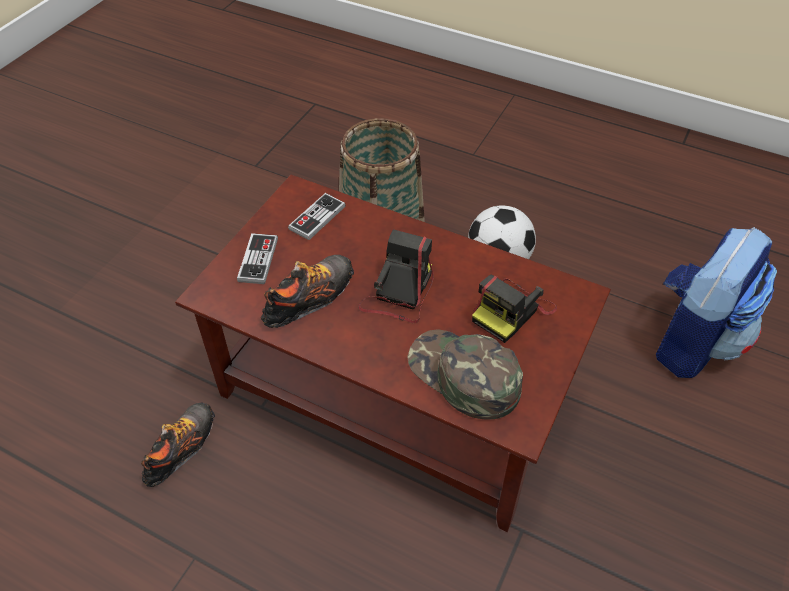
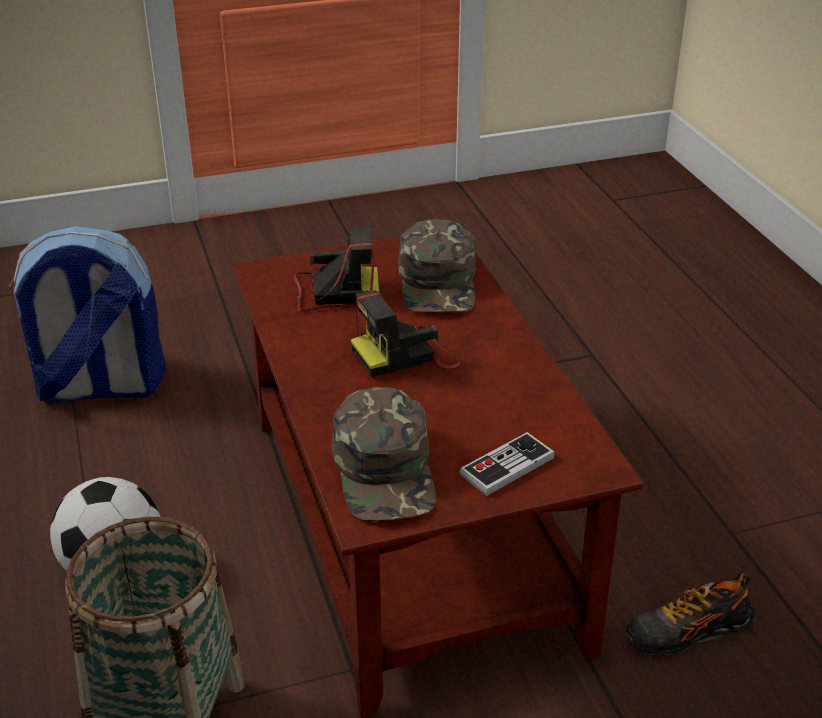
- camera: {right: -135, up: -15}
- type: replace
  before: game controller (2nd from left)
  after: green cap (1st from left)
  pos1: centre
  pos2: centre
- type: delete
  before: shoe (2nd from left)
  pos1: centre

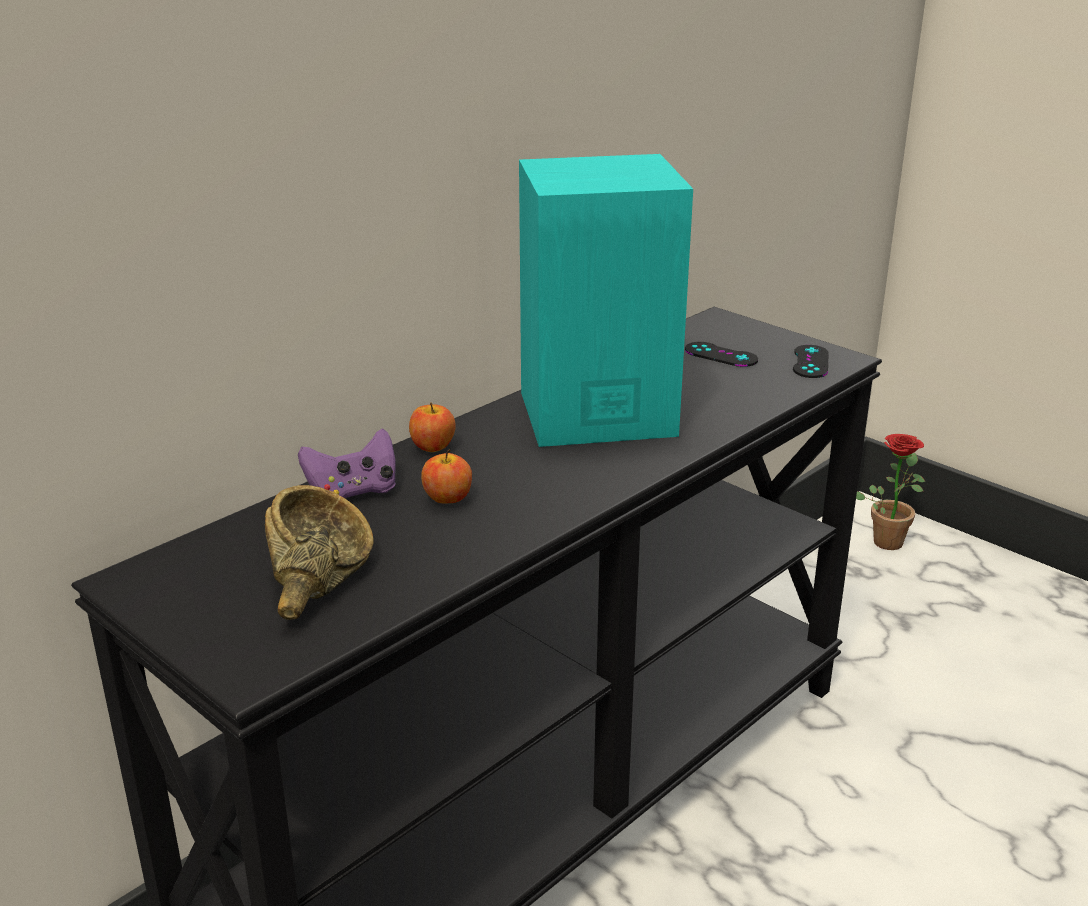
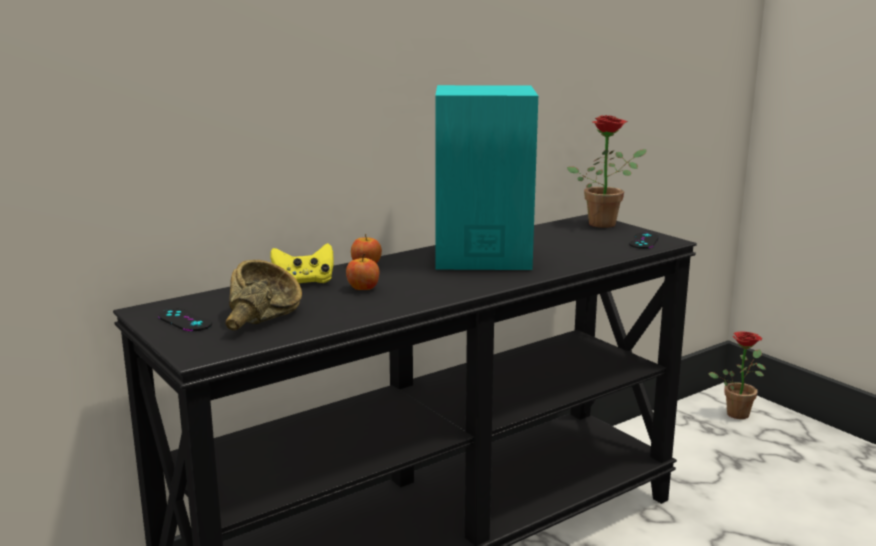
- camera: {right: 10, up: -10}
- type: move
  before: black game controller (1st from left)
  pos1: centre
  pos2: middle left
- type: recolor
  before: purple game controller
  after: yellow game controller
  pos1: middle left
  pos2: centre
- type: insert
  after: potted plant (1st from left)
  pos2: top right

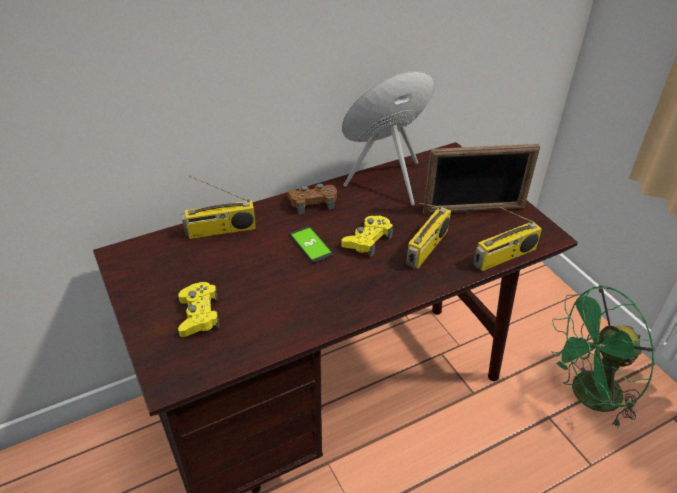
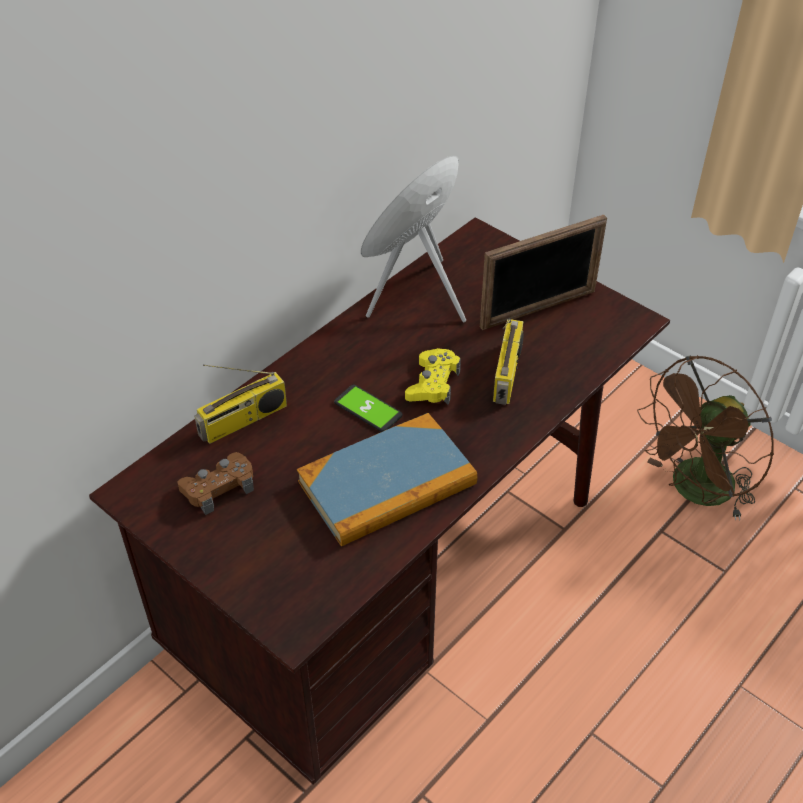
- camera: {right: -20, up: 5}
- type: move
  before: brown game controller
  pos1: centre
  pos2: middle left
- type: insert
  after: book
  pos2: centre
- type: recolor
  before: green fan
  after: brown fan
  pos1: bottom right
  pos2: middle right
- type: delete
  before: yellow game controller (1st from left)
  pos1: middle left
- type: delete
  before: radio (3rd from left)
  pos1: middle right

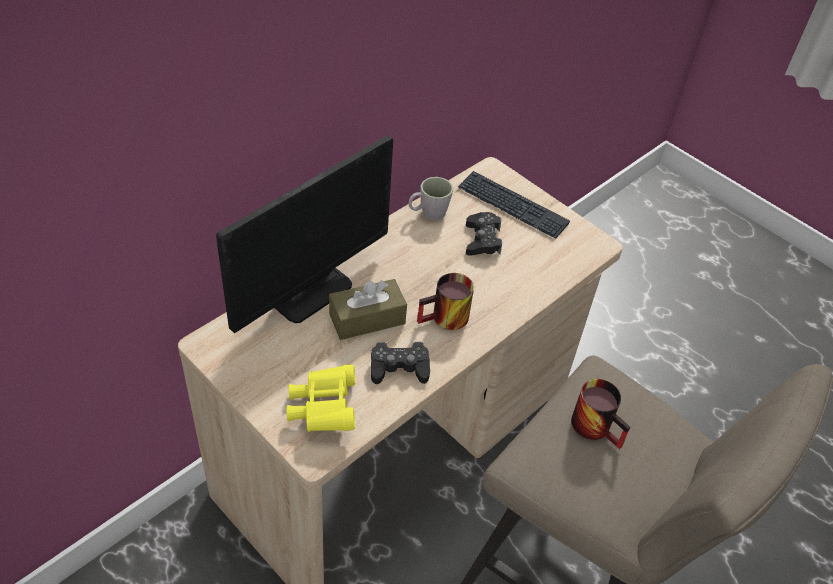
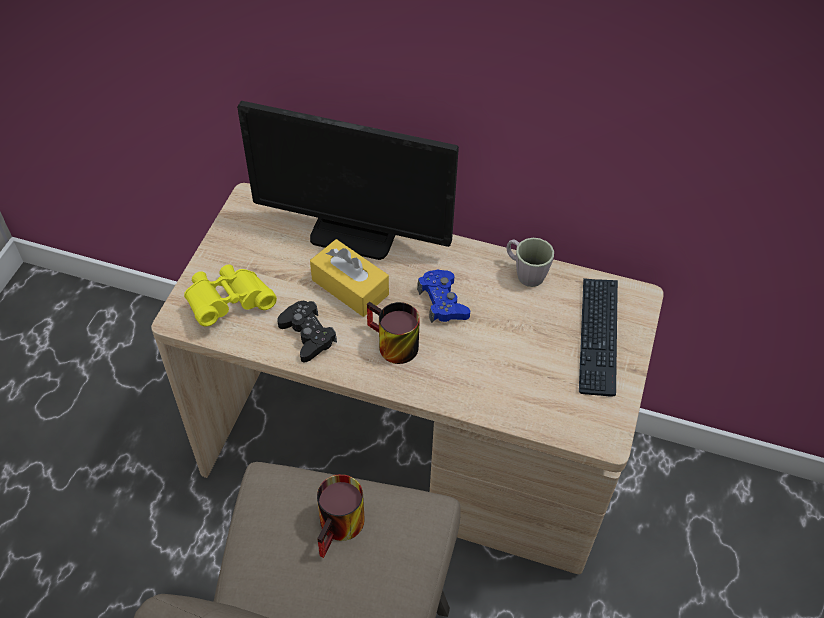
- camera: {right: 65, up: 5}
- type: recolor
  before: brown tissue box
  after: yellow tissue box
  pos1: centre
  pos2: centre
- type: insert
  after: blue game controller
  pos2: centre
- type: delete
  before: black game controller (2nd from left)
  pos1: centre

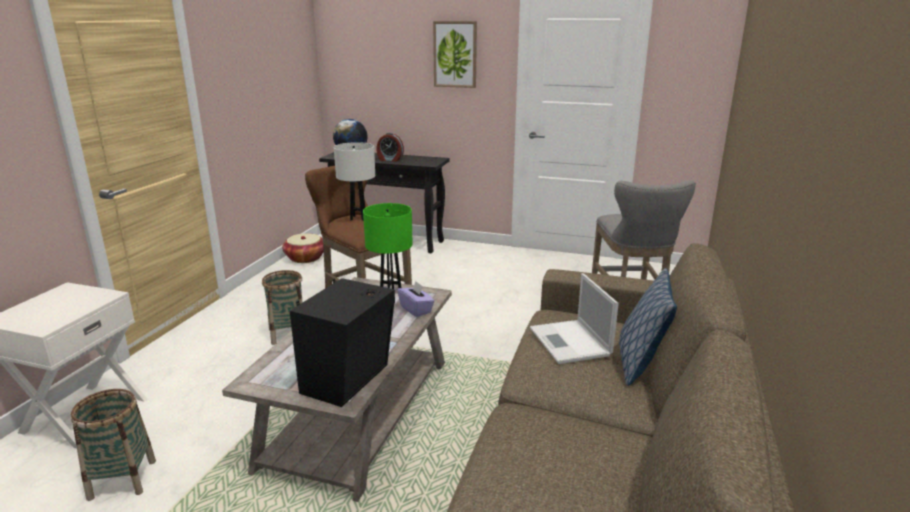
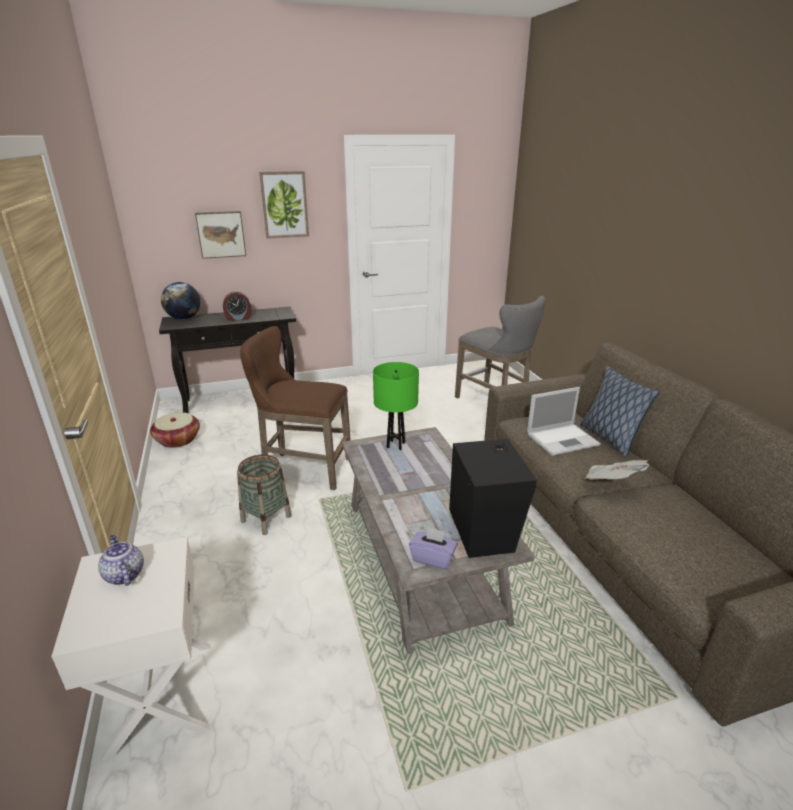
- camera: {right: -35, up: 5}
- type: insert
  after: teapot
  pos2: bottom left
- type: insert
  after: picture (1st from left)
  pos2: top left
- type: move
  before: purple tissue box
  pos1: centre
  pos2: bottom centre
- type: rotate
  before: laptop
  pos1: centre
  pos2: middle right
  turn: -60
- type: insert
  after: newspaper
  pos2: middle right
- type: delete
  before: basket (1st from left)
  pos1: bottom left
- type: delete
  before: white table lamp
  pos1: centre

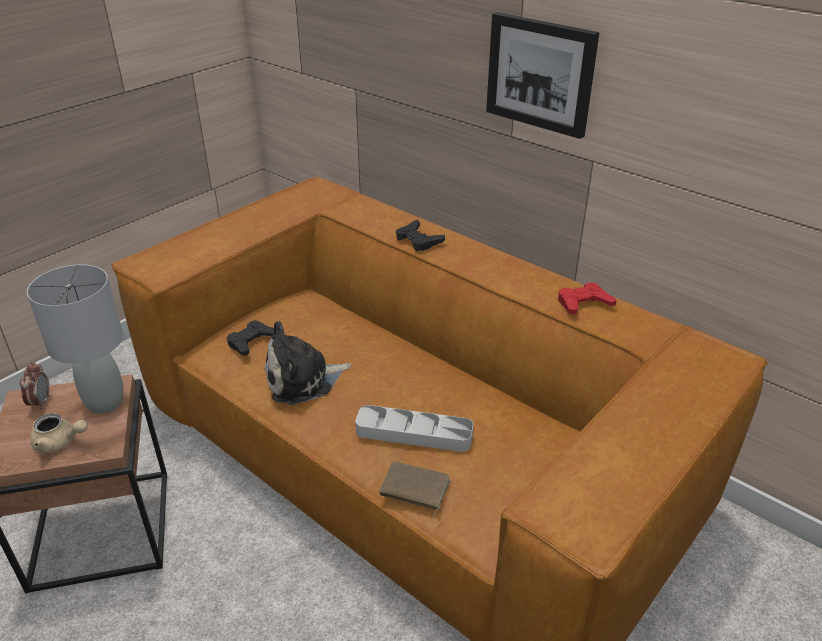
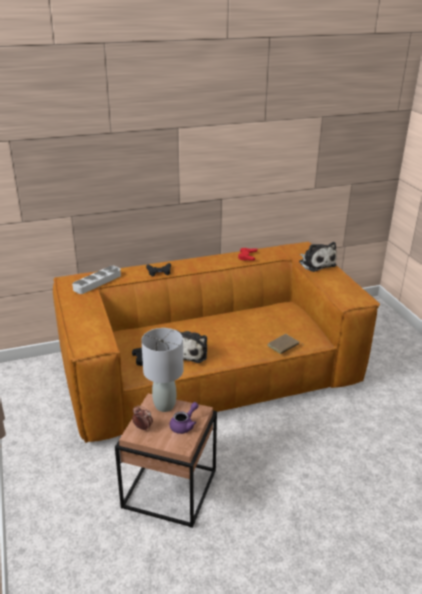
- camera: {right: -60, up: -5}
- type: move
  before: grey tray
  pos1: bottom centre
  pos2: middle left
- type: recolor
  before: beige teapot
  after: purple teapot
  pos1: bottom left
  pos2: bottom centre
- type: insert
  after: plush toy (2nd from left)
  pos2: middle right
- type: delete
  before: picture
  pos1: top centre

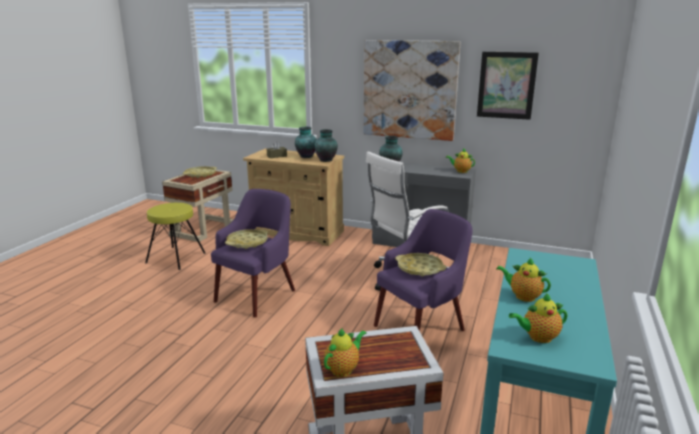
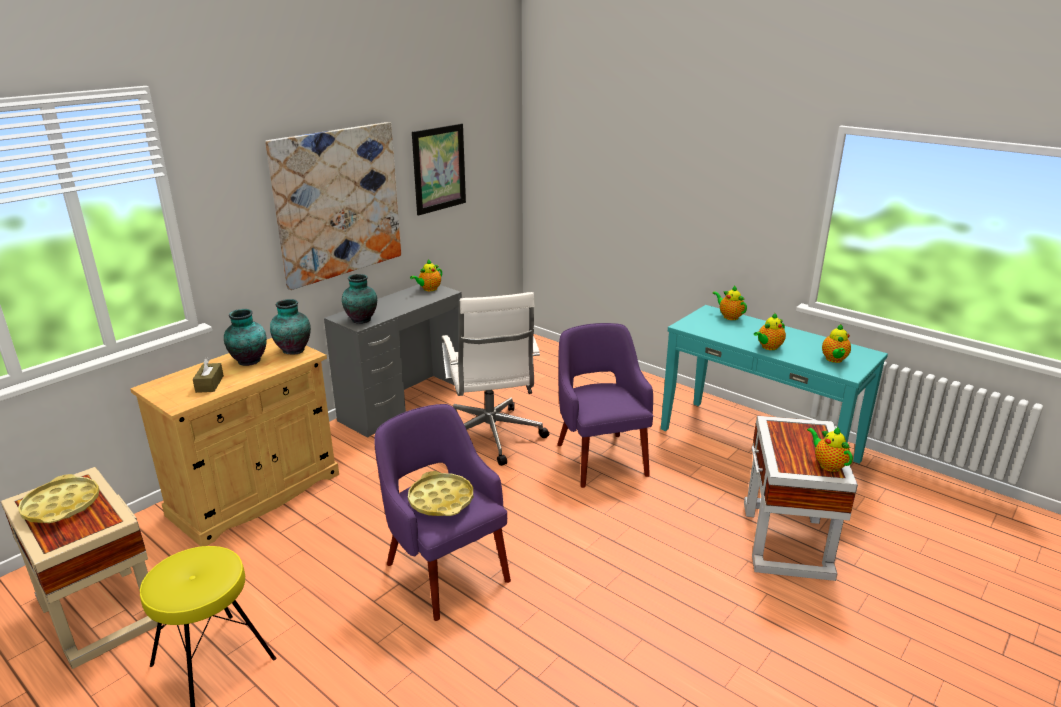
- camera: {right: -70, up: 5}
- type: insert
  after: teapot (2nd from left)
  pos2: middle right
- type: delete
  before: yellow tray (3rd from left)
  pos1: centre

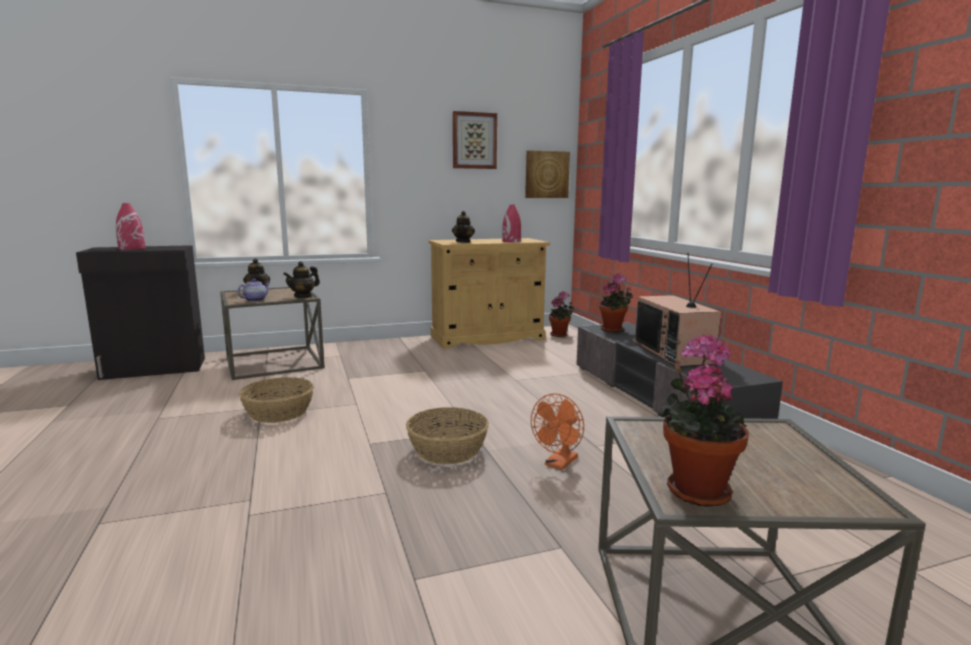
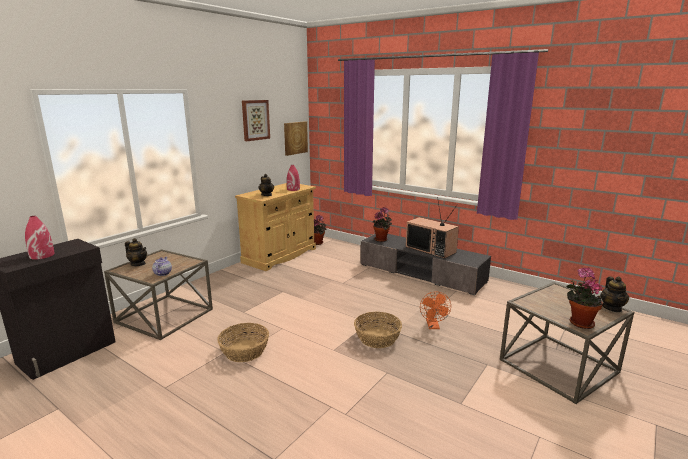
- camera: {right: -35, up: 5}
- type: move
  before: teapot (3rd from left in the first image)
  after: teapot (4th from left)
  pos1: middle left
  pos2: middle right

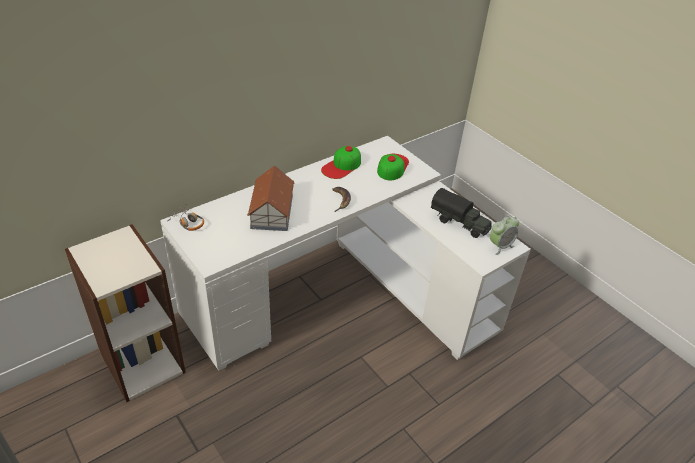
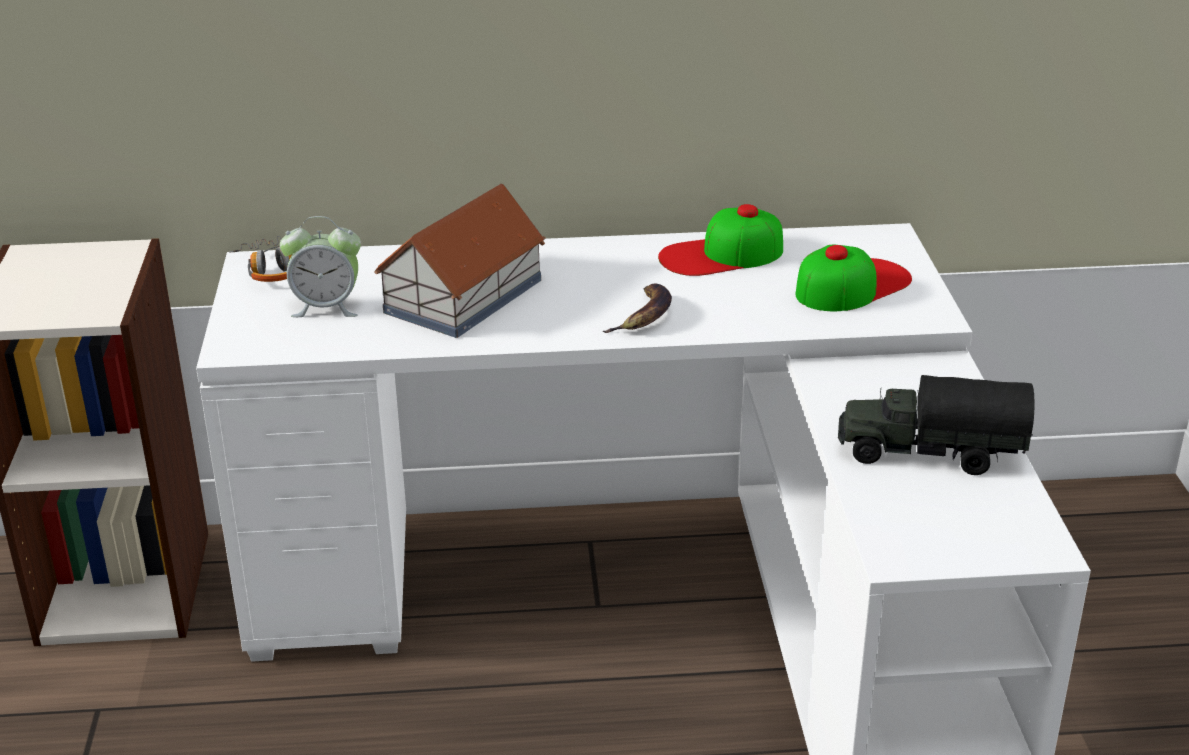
- camera: {right: 35, up: -10}
- type: move
  before: alarm clock
  pos1: middle right
  pos2: middle left
- type: rotate
  before: toy truck
  pos1: centre
  pos2: middle right
  turn: 120

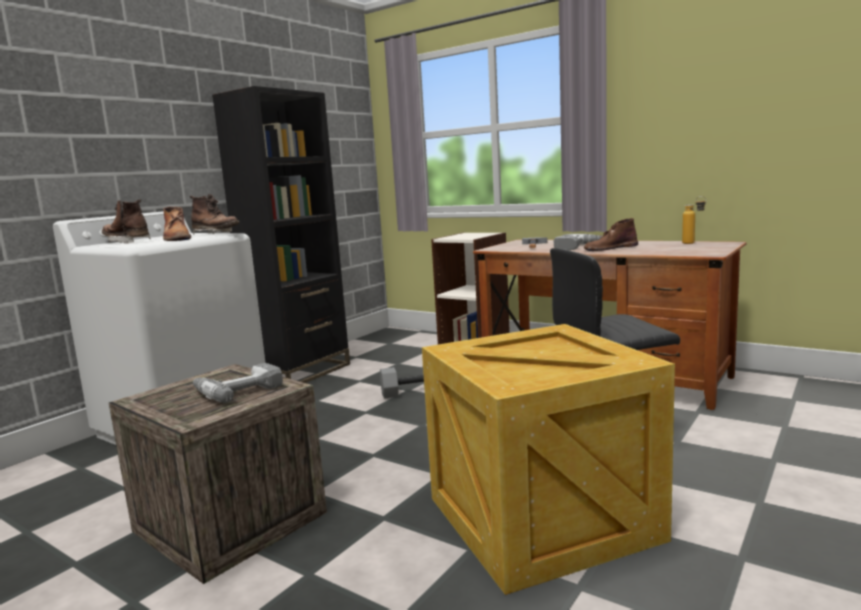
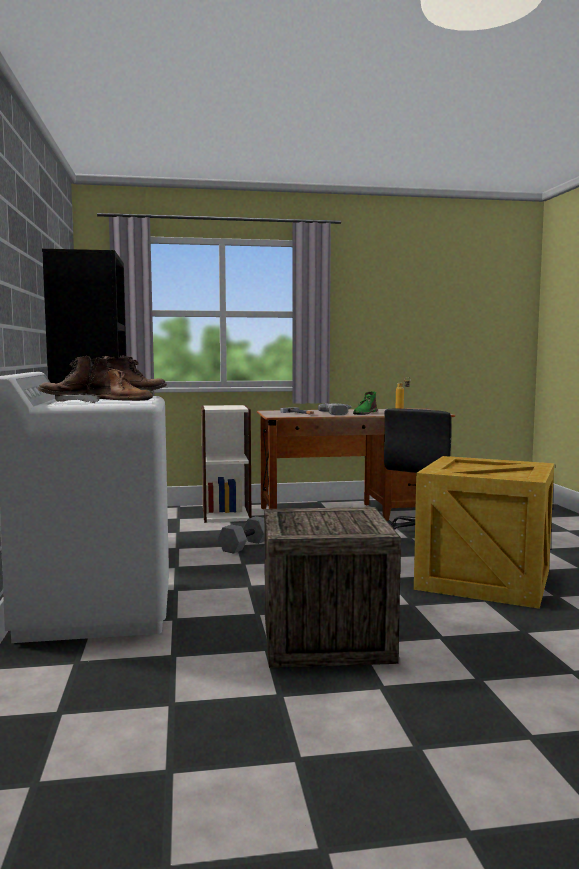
- camera: {right: -45, up: -5}
- type: recolor
  before: brown boot (4th from left)
  after: green boot
  pos1: middle right
  pos2: centre
- type: delete
  before: power drill (1st from left)
  pos1: middle left

